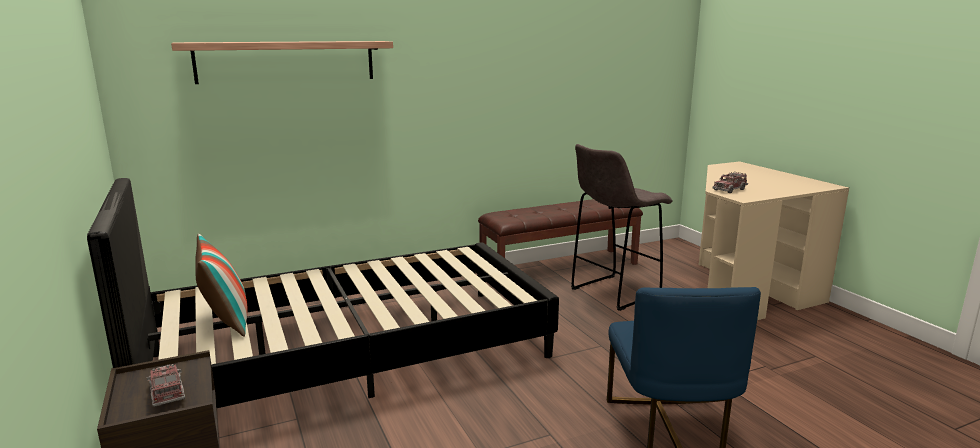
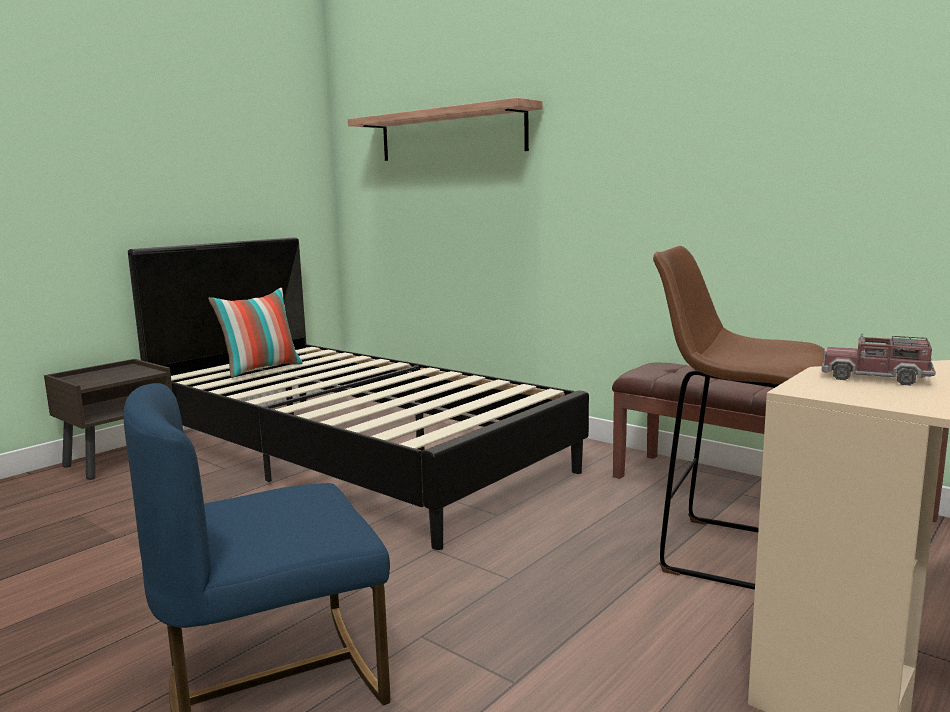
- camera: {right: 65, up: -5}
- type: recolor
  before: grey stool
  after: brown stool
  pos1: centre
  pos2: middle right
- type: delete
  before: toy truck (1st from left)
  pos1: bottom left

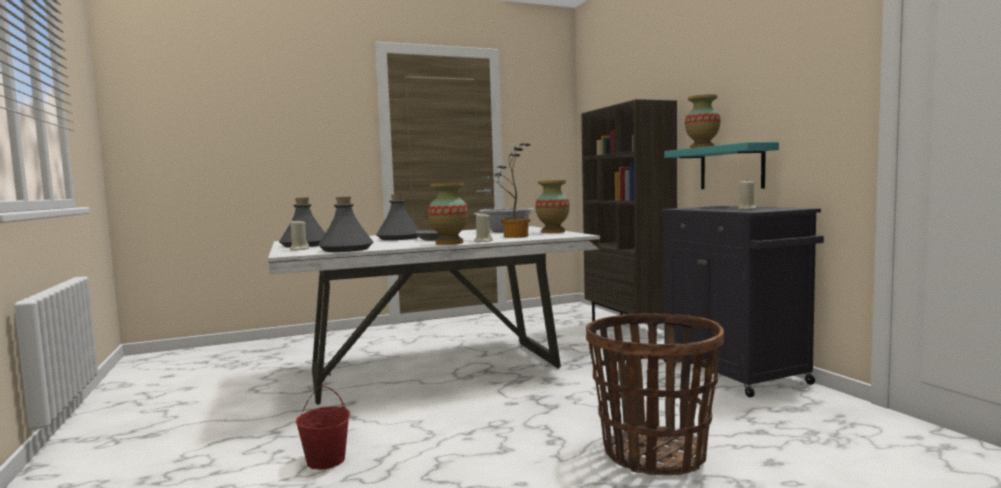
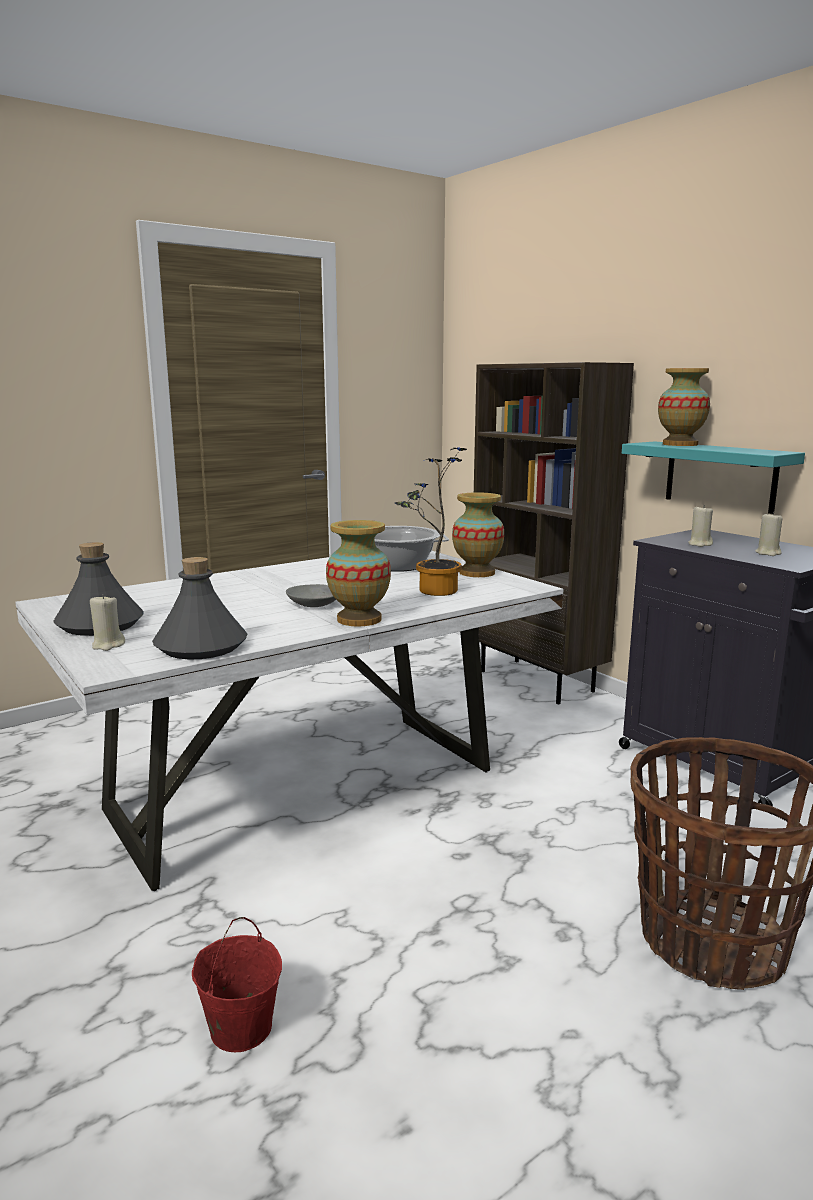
- camera: {right: -15, up: 10}
- type: move
  before: beige candle (2nd from left)
  pos1: centre
  pos2: middle right
- type: delete
  before: grey bottle (3rd from left)
  pos1: centre

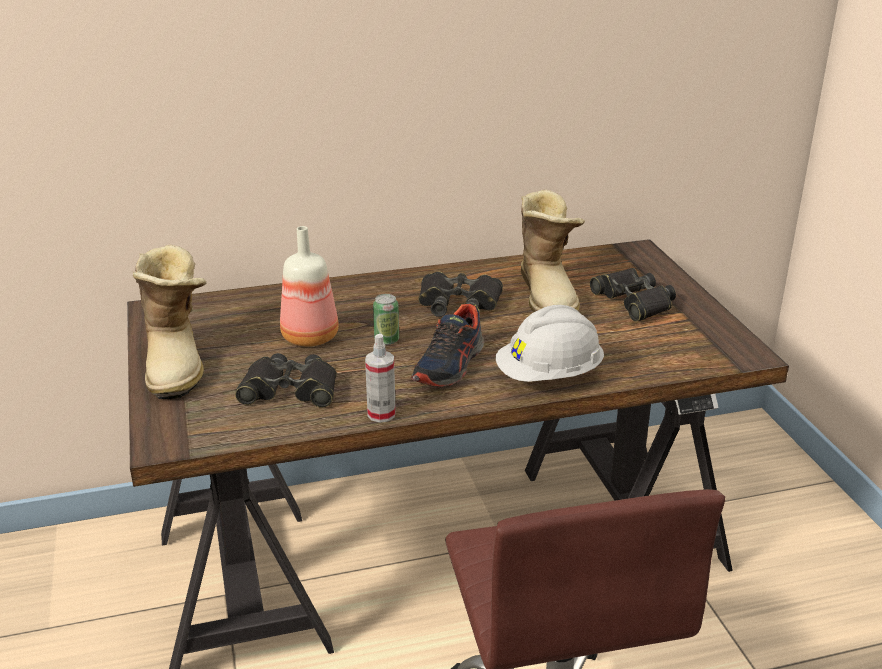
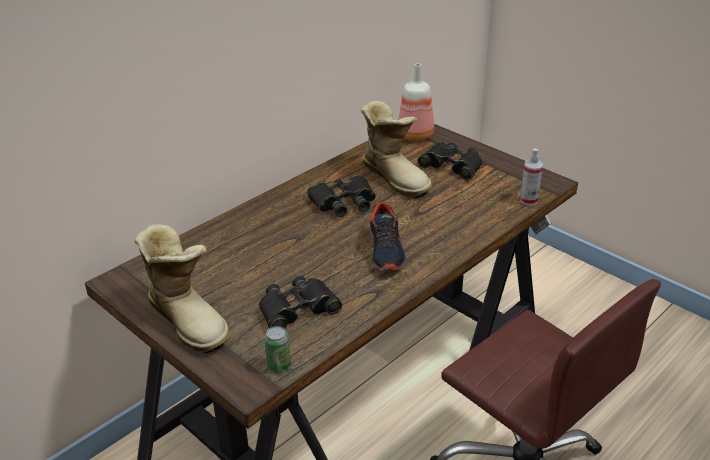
- camera: {right: -30, up: 5}
- type: move
  before: can
  pos1: centre
  pos2: bottom centre
- type: move
  before: bottle
  pos1: centre
  pos2: top centre
- type: move
  before: spray bottle
  pos1: centre
  pos2: middle right
- type: delete
  before: white hard hat
  pos1: centre

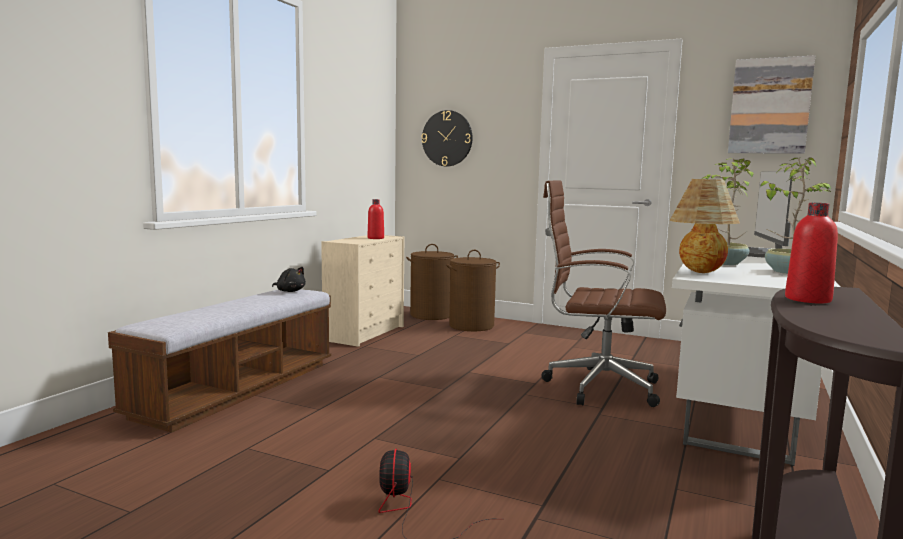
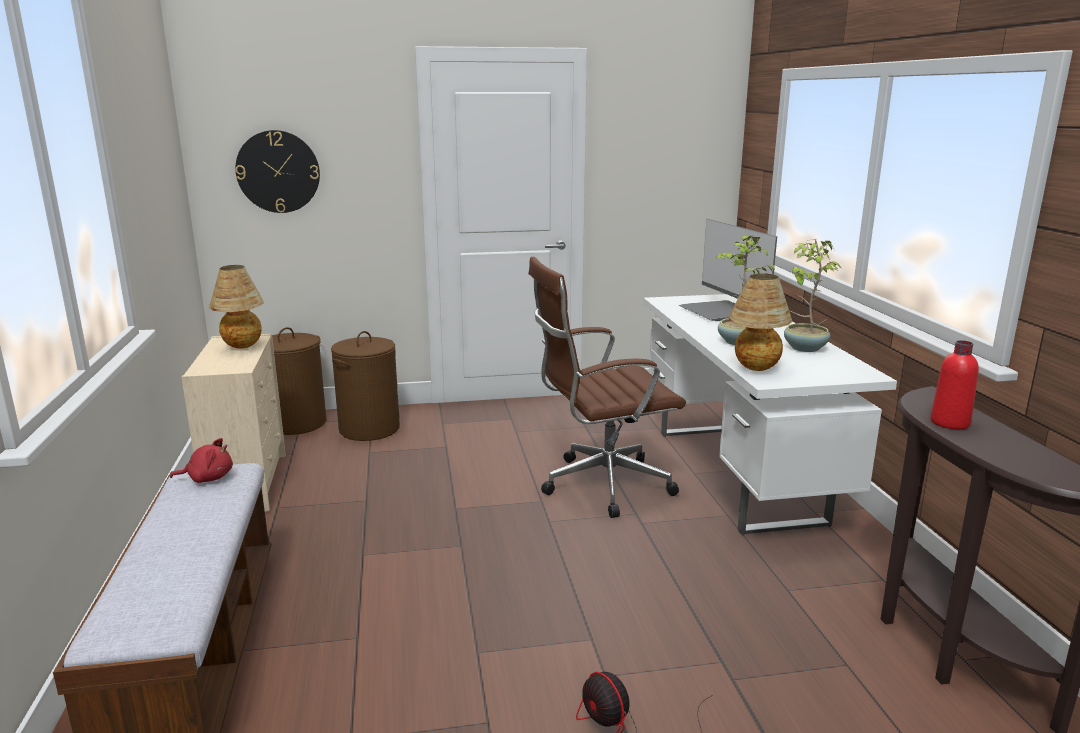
- camera: {right: -35, up: 10}
- type: recolor
  before: black plush toy
  after: red plush toy
  pos1: middle left
  pos2: middle left
- type: replace
  before: red bottle (1st from left)
  after: table lamp (1st from left)
  pos1: centre
  pos2: middle left
- type: delete
  before: picture
  pos1: top right

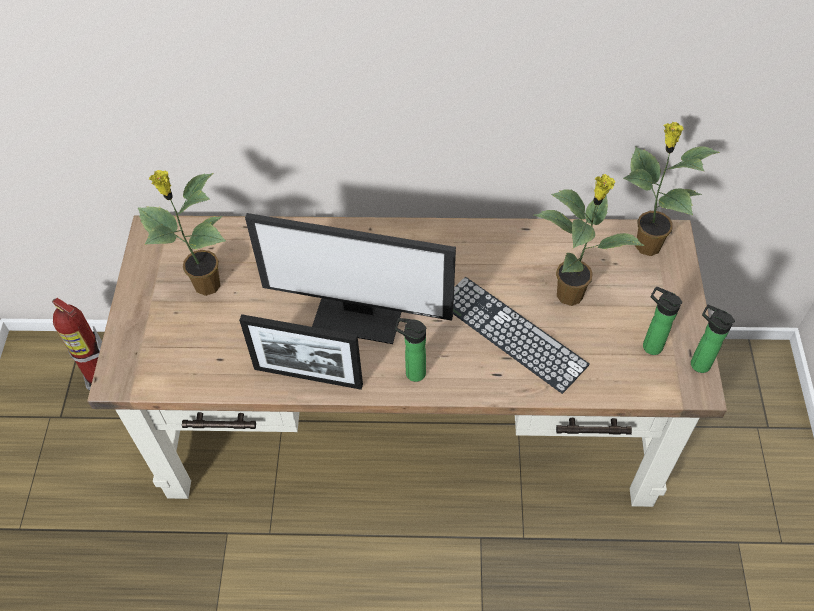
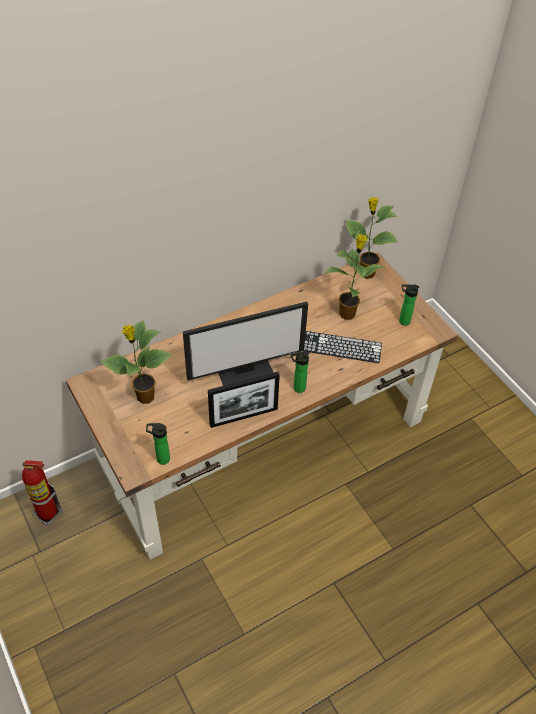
- camera: {right: -35, up: -5}
- type: move
  before: bottle (3rd from left in the first image)
  after: bottle (1st from left)
  pos1: middle right
  pos2: middle left

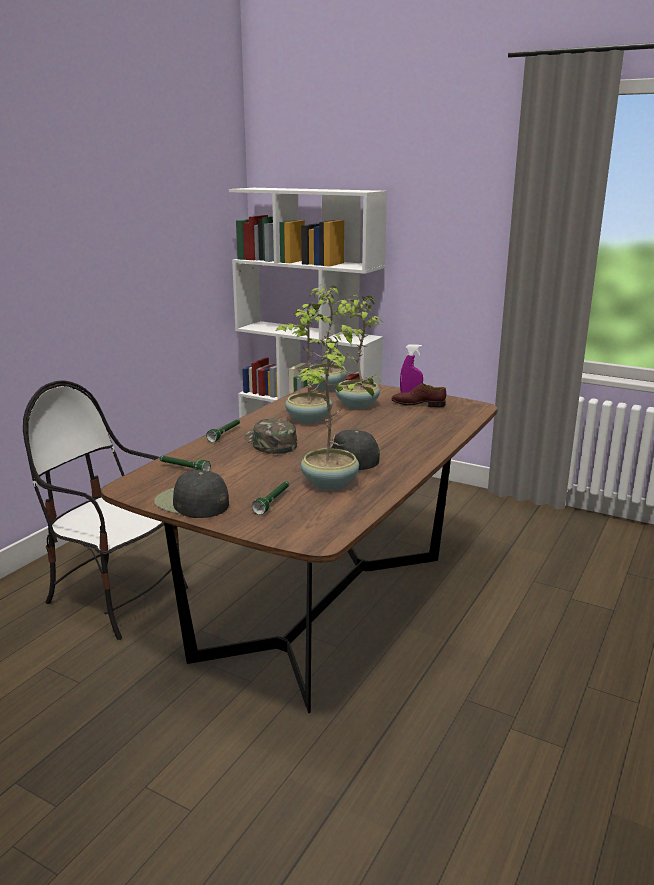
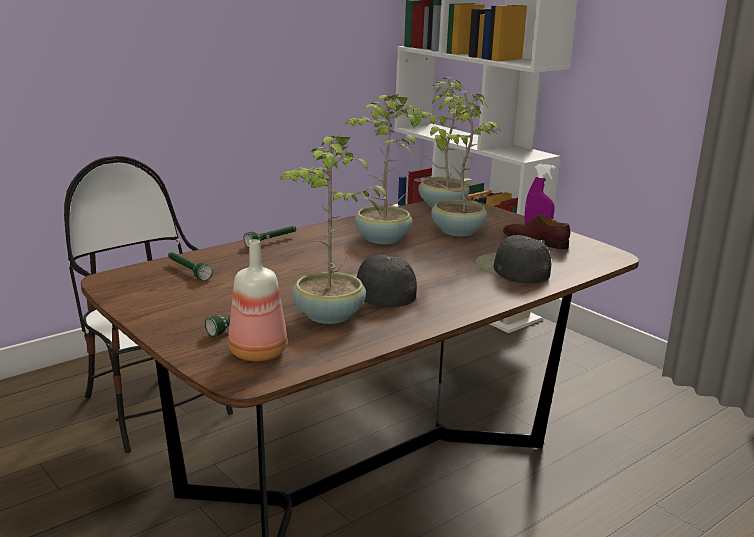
- camera: {right: 20, up: 0}
- type: insert
  after: bottle
  pos2: centre
- type: move
  before: black cap (1st from left in the first image)
  after: black cap (2nd from left)
  pos1: middle left
  pos2: middle right
- type: delete
  before: green cap
  pos1: centre

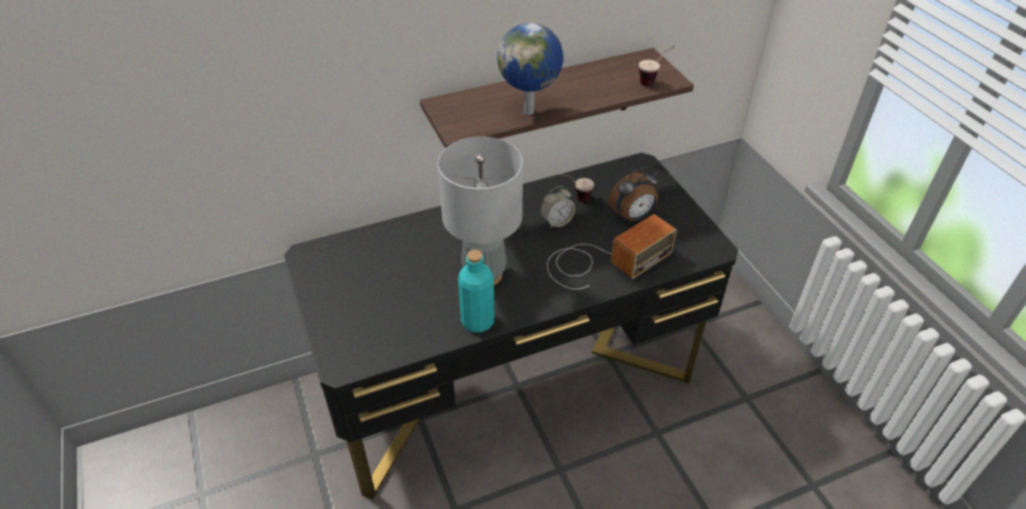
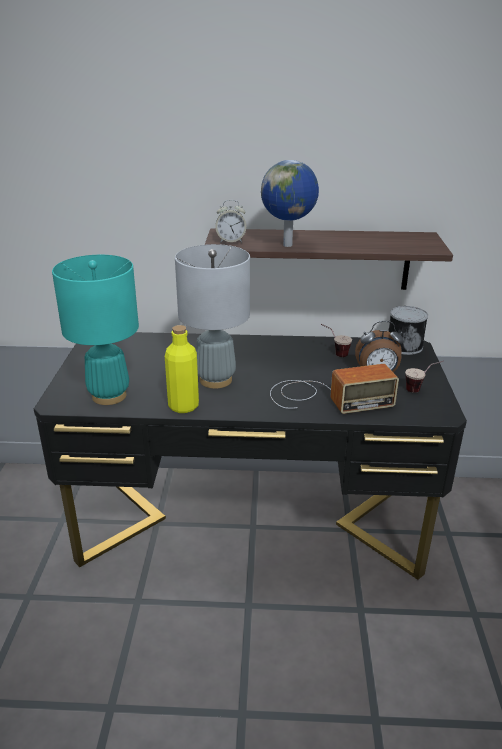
- camera: {right: 25, up: -15}
- type: insert
  after: turquoise table lamp
  pos2: middle left
- type: recolor
  before: turquoise bottle
  after: yellow bottle
  pos1: centre
  pos2: centre
- type: move
  before: alarm clock (1st from left)
  pos1: centre
  pos2: top centre
- type: insert
  after: can
  pos2: middle right
- type: move
  before: cup (2nd from left)
  pos1: top centre
  pos2: middle right

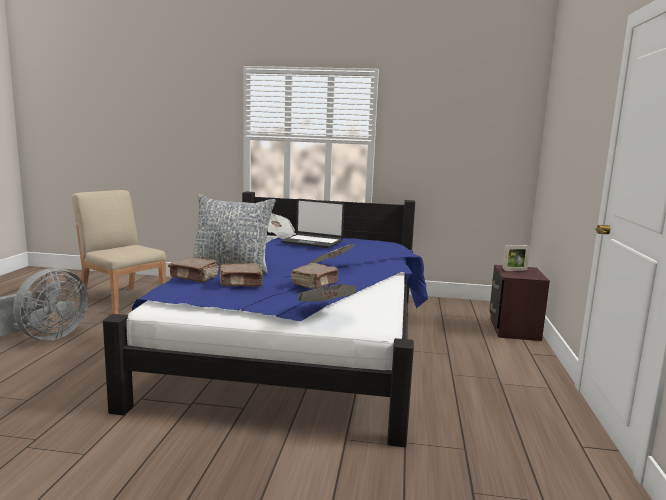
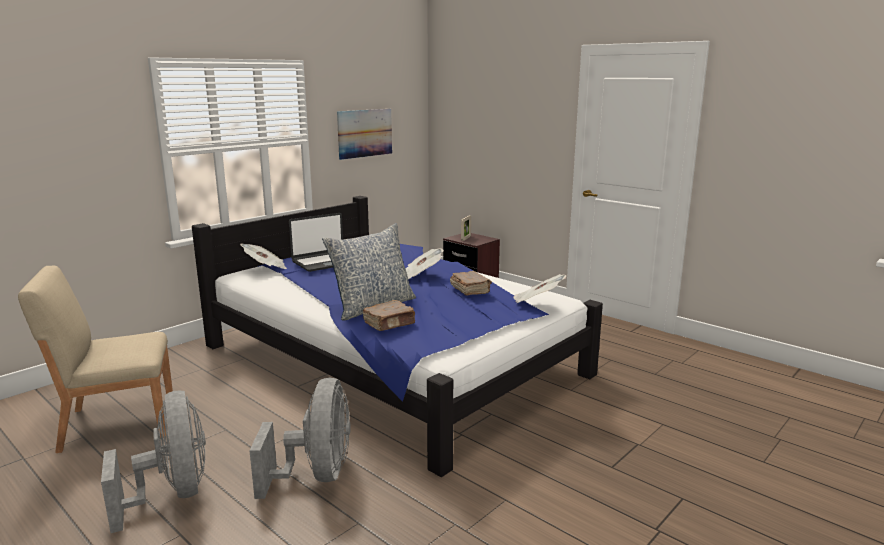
- camera: {right: -55, up: 5}
- type: insert
  after: grey fan (2nd from left)
  pos2: bottom centre
- type: insert
  after: picture
  pos2: top centre
- type: delete
  before: brown book (2nd from left)
  pos1: centre

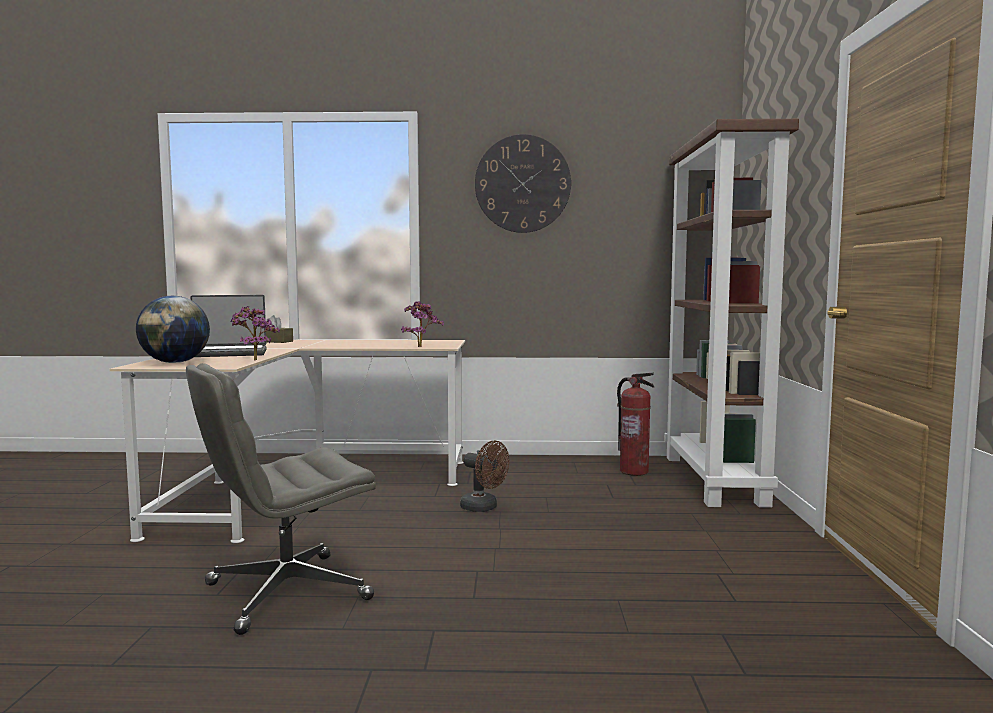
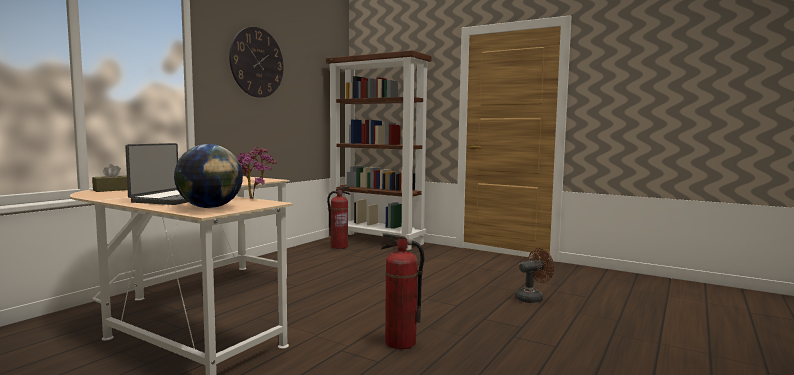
- camera: {right: -60, up: 0}
- type: replace
  before: grey office chair
  after: fire extinguisher (2nd from left)
  pos1: bottom left
  pos2: bottom centre
- type: move
  before: brown fan
  pos1: bottom centre
  pos2: bottom right

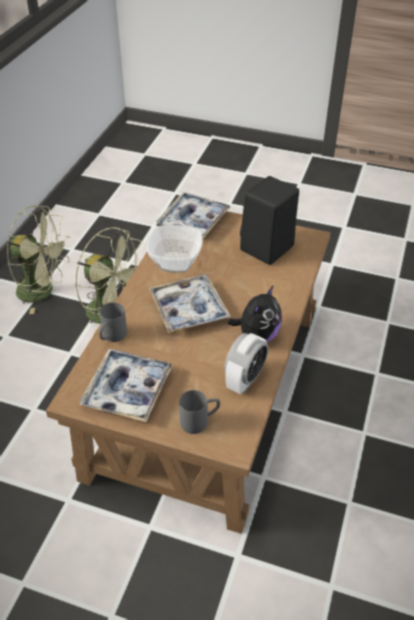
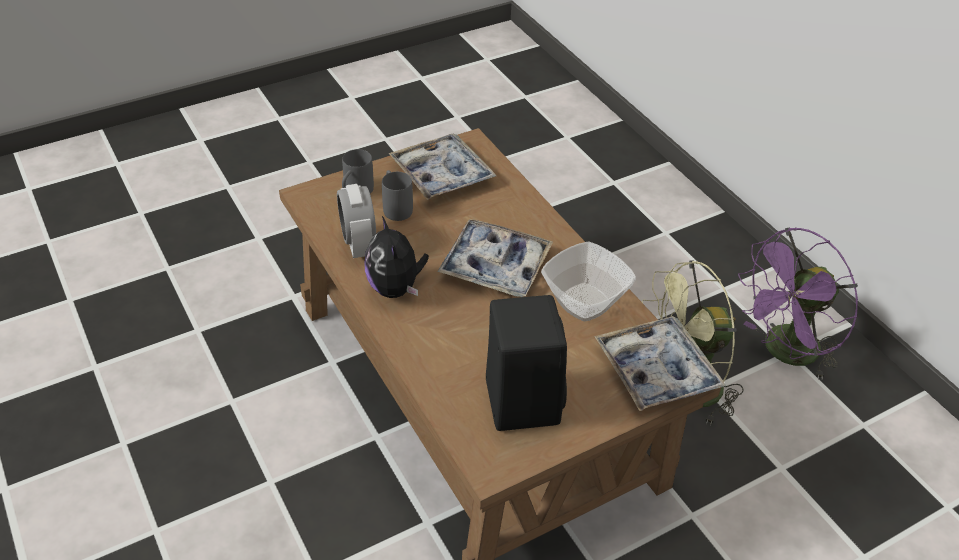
- camera: {right: 130, up: 0}
- type: move
  before: grey mug (1st from left in the first image)
  after: grey mug (2nd from left)
  pos1: middle left
  pos2: centre
- type: recolor
  before: green fan (1st from left)
  after: purple fan
  pos1: middle left
  pos2: middle right

